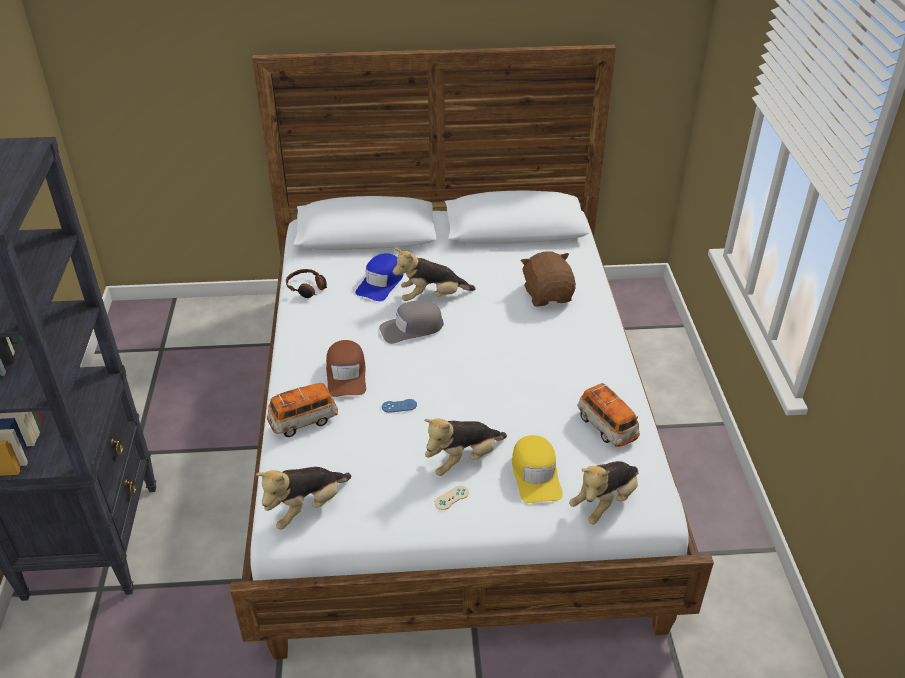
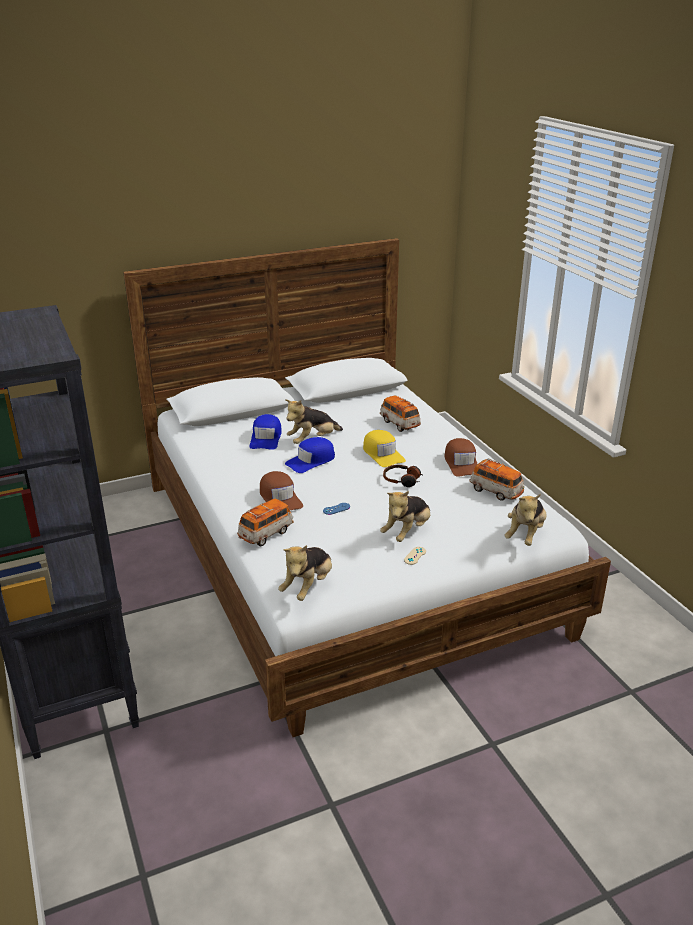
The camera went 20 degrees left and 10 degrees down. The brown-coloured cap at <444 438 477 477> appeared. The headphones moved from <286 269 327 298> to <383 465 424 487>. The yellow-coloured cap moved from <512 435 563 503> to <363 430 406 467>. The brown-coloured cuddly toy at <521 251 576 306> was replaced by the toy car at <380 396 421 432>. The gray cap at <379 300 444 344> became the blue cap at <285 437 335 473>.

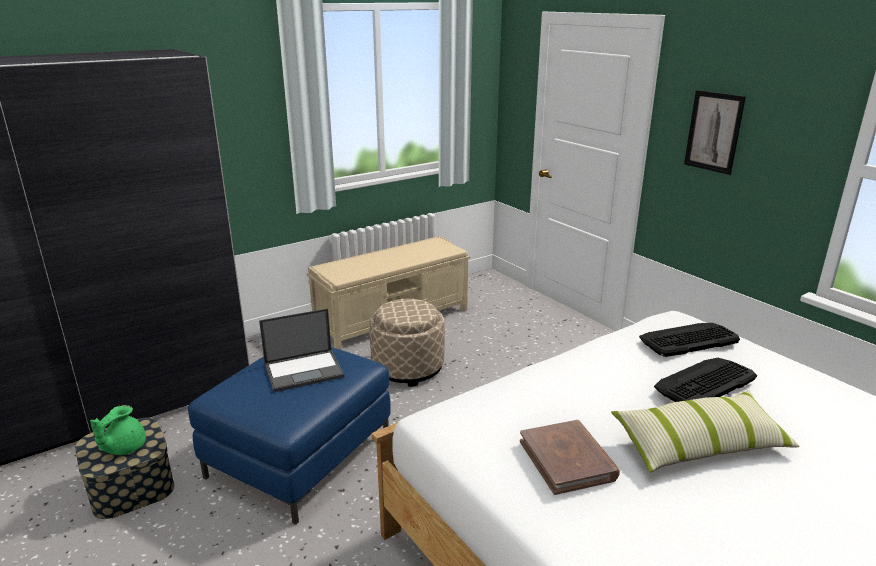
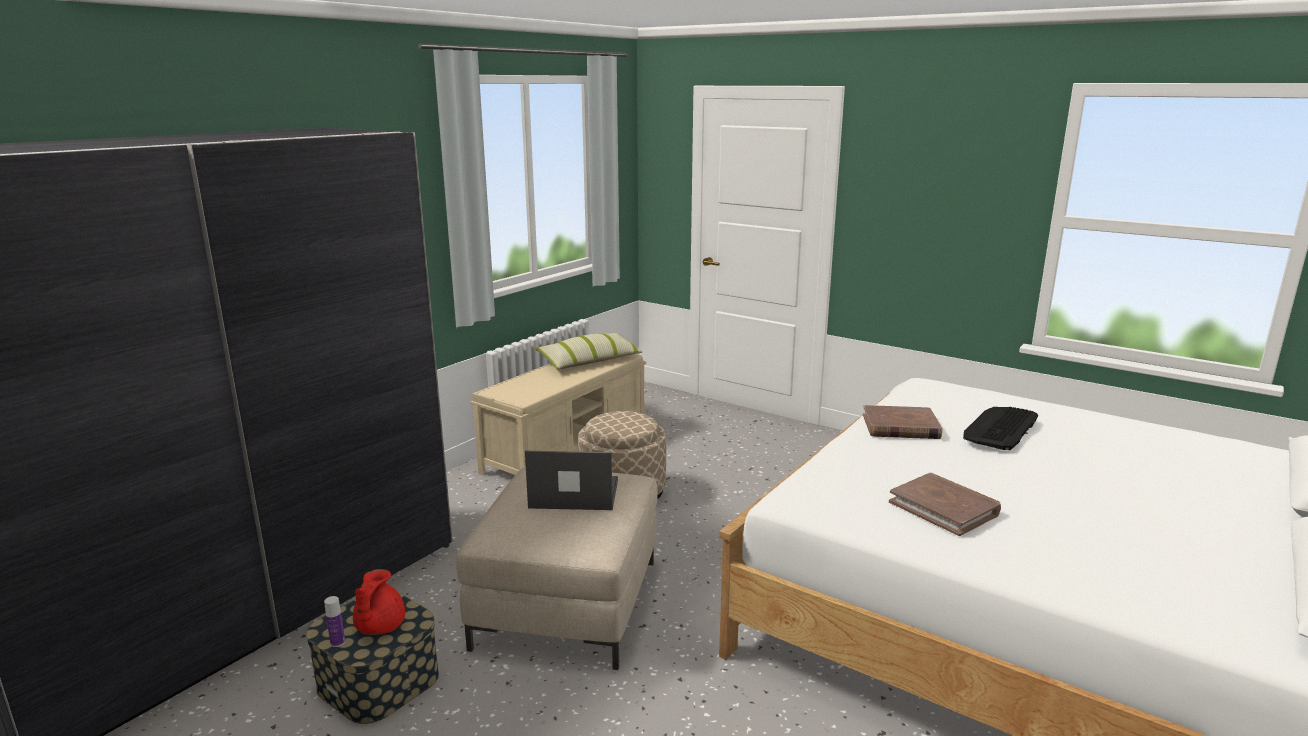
The camera went 20 degrees left and 5 degrees down. The keyboard at <639 323 740 357> disappeared. The wall art at <684 90 746 175> disappeared. The beverage bottle at <324 596 345 647> appeared. The brown-coloured volume at <863 405 942 439> appeared. The pillow moved from <611 390 800 473> to <534 332 643 370>. The green tea pot at <90 405 146 455> became the red-coloured tea pot at <353 569 405 635>. The blue ottoman at <188 347 391 525> became the beige ottoman at <456 467 658 670>. The notebook computer at <259 308 344 392> turned 135 degrees counterclockwise.

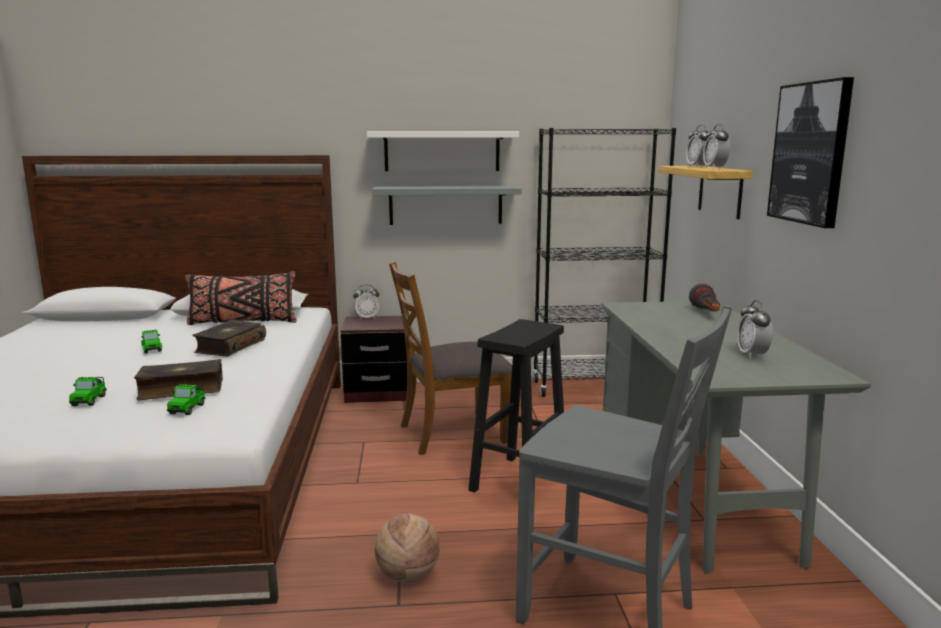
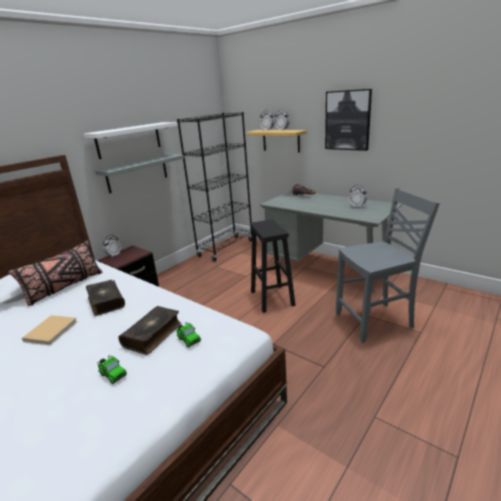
The camera went 45 degrees left and 10 degrees up. The basketball at <375 514 440 582> disappeared. The brown-coloured plain chair at <389 261 512 455> disappeared. The toy car at <141 330 162 353> was replaced by the beige volume at <22 315 78 345>.

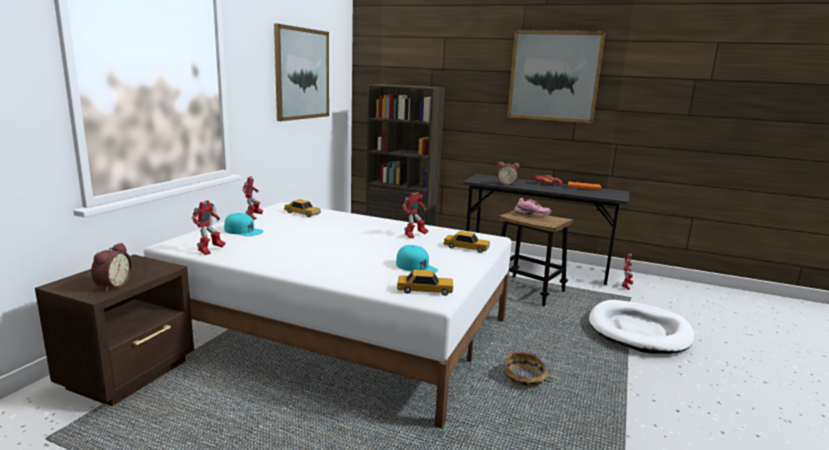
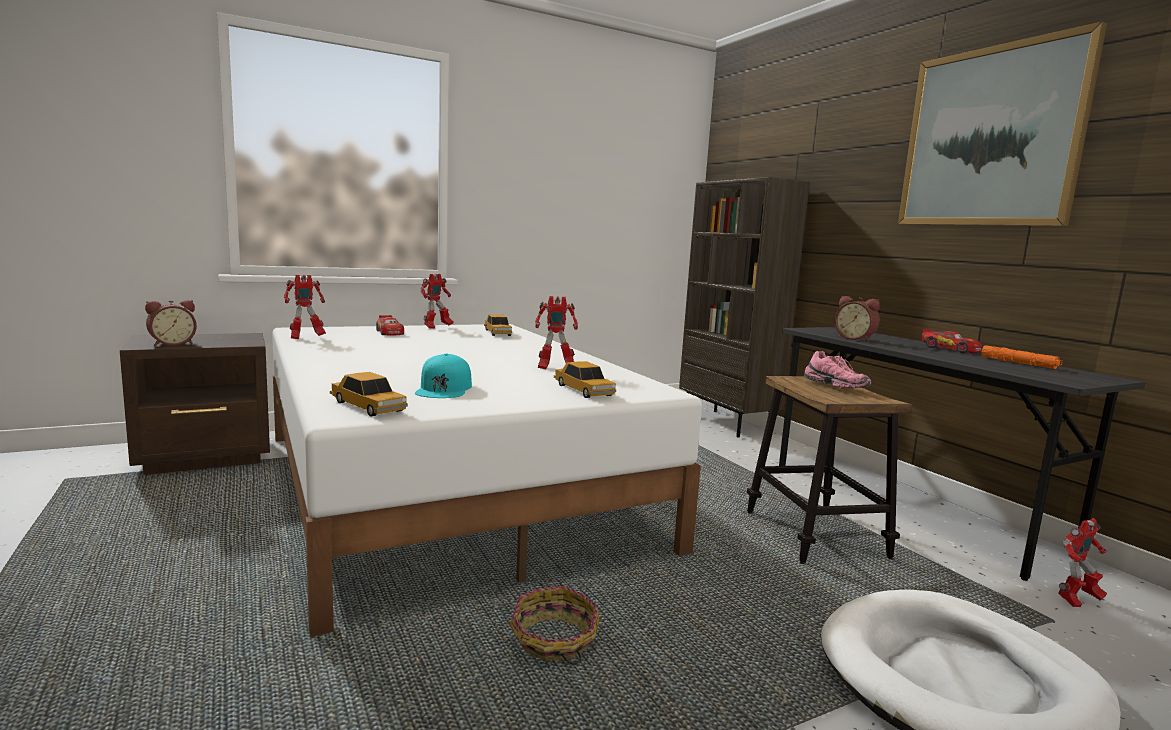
The camera went 40 degrees right and 5 degrees down. The wall art at <274 24 329 121> disappeared. The turquoise-coloured cap at <224 213 264 236> was replaced by the toy car at <376 315 404 335>.

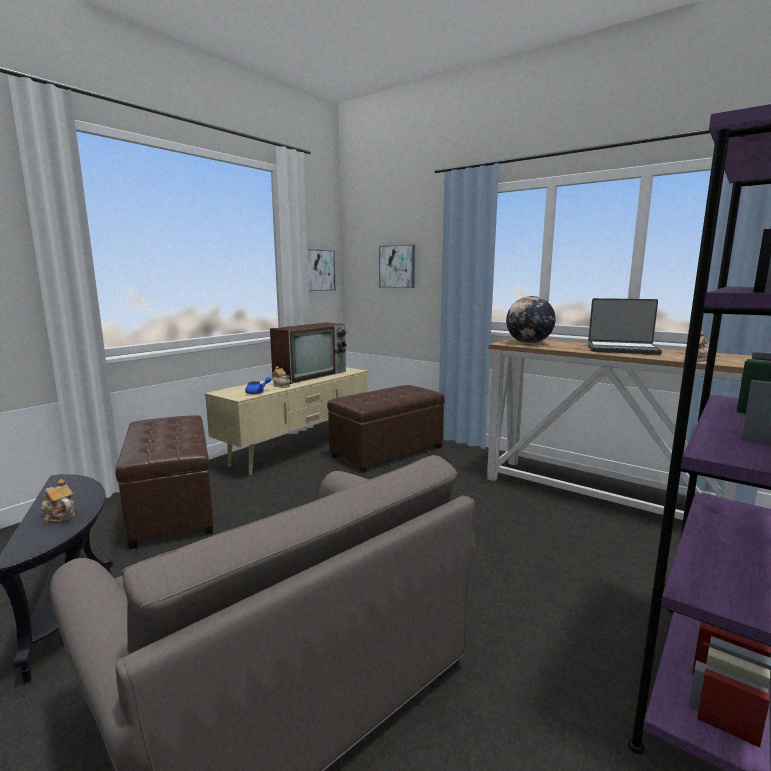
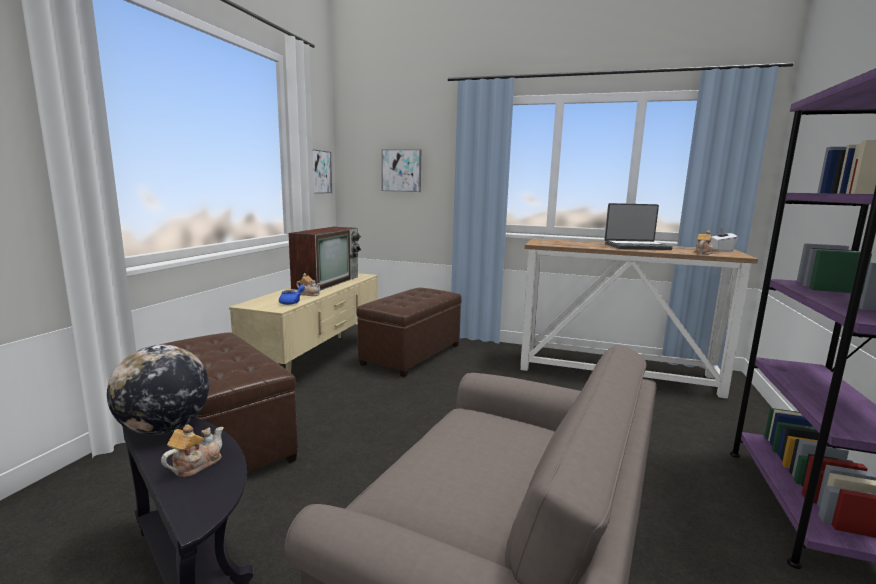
The camera went 20 degrees left and 0 degrees up. The white box of tissues at <711 228 738 252> appeared. The desk globe moved from <506 296 556 344> to <107 345 209 435>. The tea pot at <41 479 75 522> turned 105 degrees clockwise.

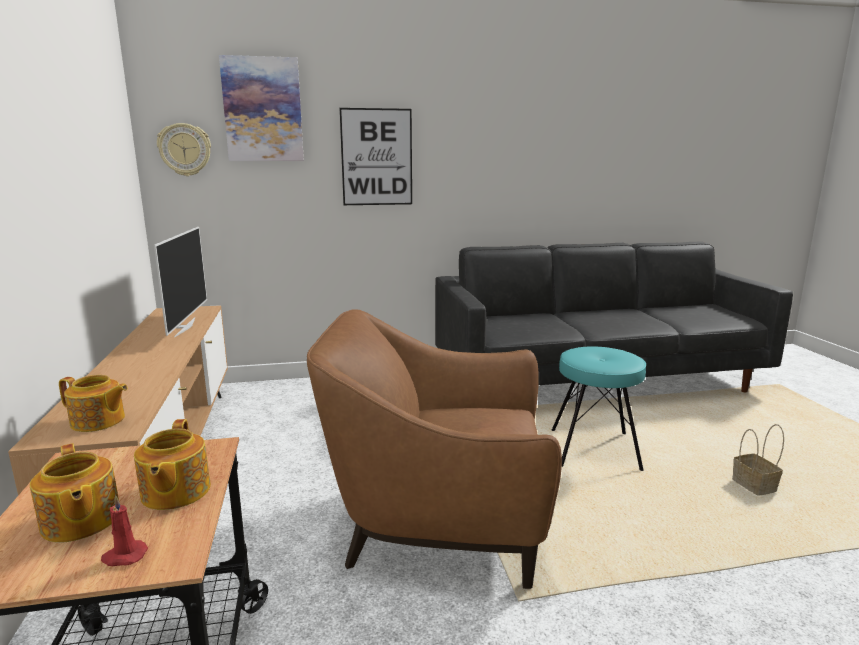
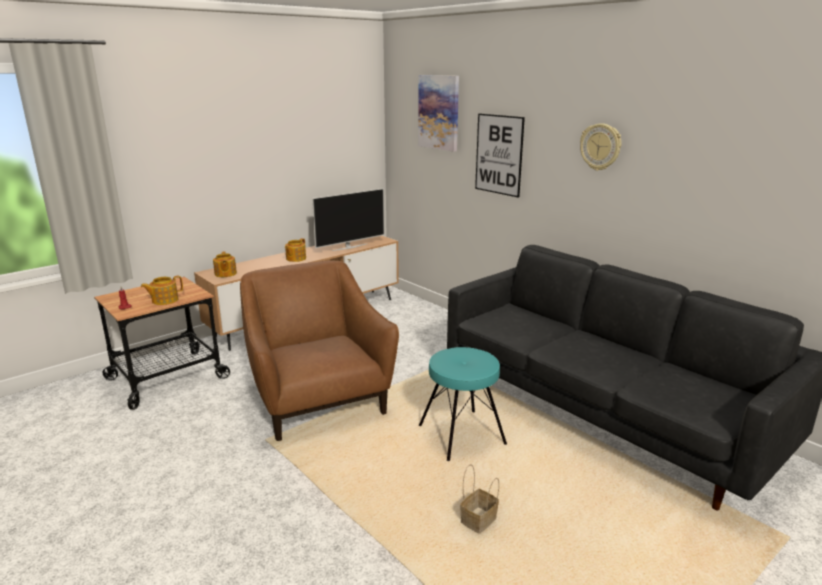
The camera went 60 degrees right and 5 degrees up. The tea pot moved from <30 443 119 543> to <285 238 306 262>. The clock on the wall moved from <157 123 211 176> to <580 123 621 171>.

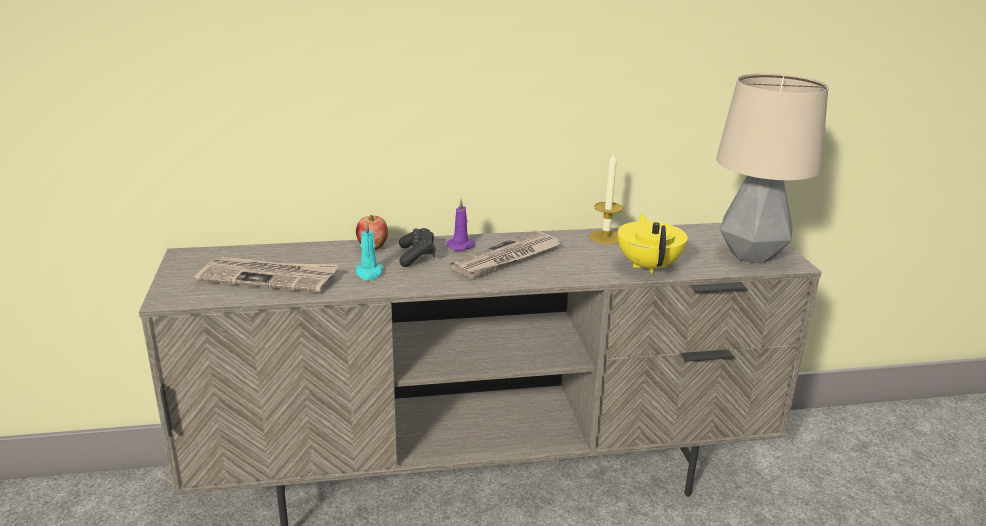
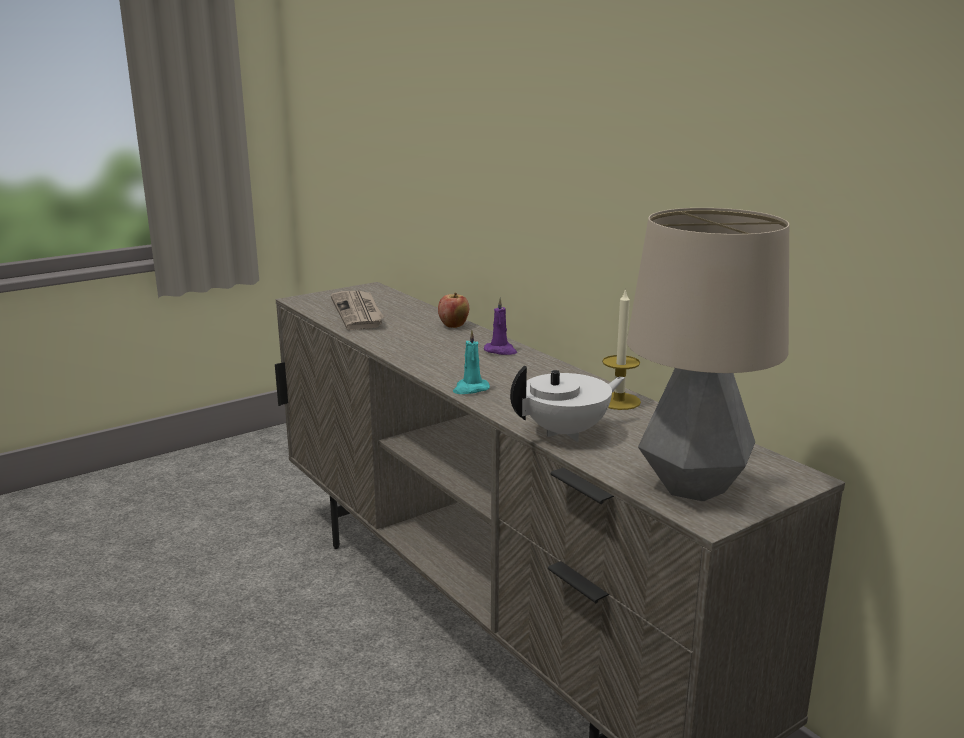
The camera went 65 degrees right and 5 degrees down. The blackish joypad at <399 228 436 267> disappeared. The printed paper at <450 230 561 279> disappeared. The turquoise-coloured wax light moved from <356 222 383 281> to <453 330 490 394>. The yellow-coloured tea pot at <618 214 688 274> became the white tea pot at <510 366 625 442>.

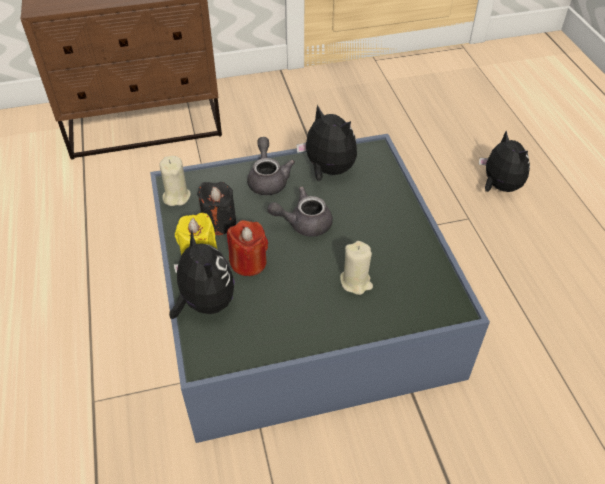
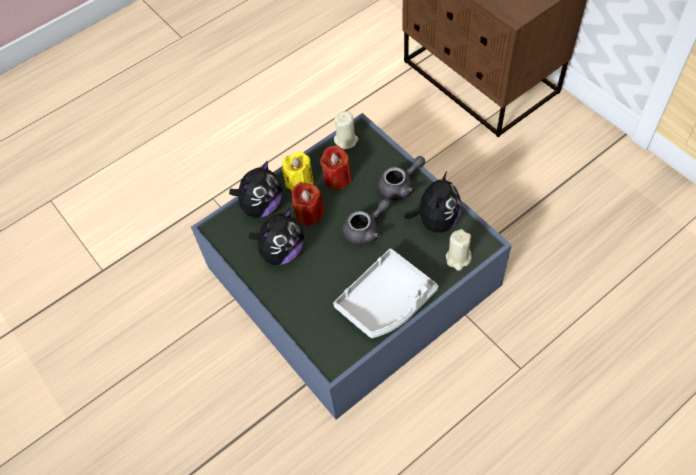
The camera went 70 degrees right and 10 degrees up. The gray tray at <333 249 438 338> appeared. The beige wax light moved from <340 241 373 295> to <446 229 472 271>. The cuddly toy moved from <479 130 530 192> to <249 208 304 265>. The blackish wax light at <197 182 236 235> became the red-coloured wax light at <320 146 351 190>. The gray tea pot at <267 187 333 237> turned 90 degrees clockwise.

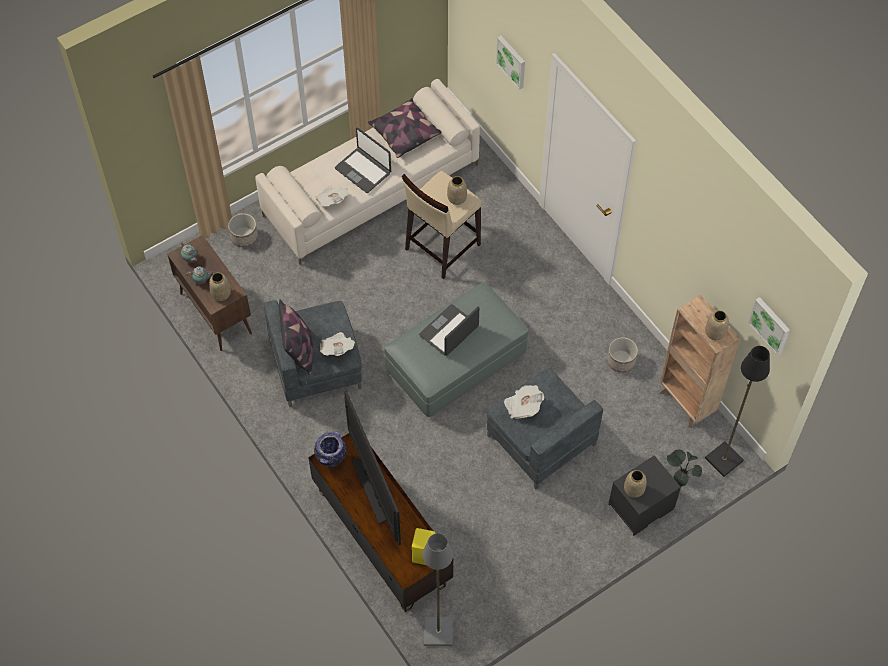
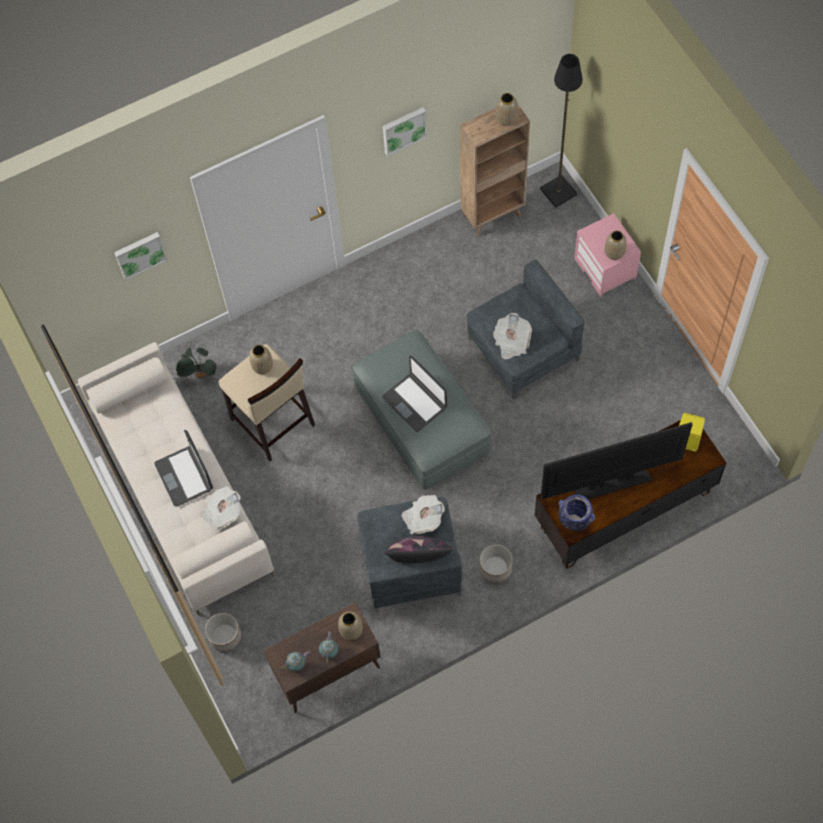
The camera went 80 degrees left and 5 degrees up. The pillow at <368 98 442 158> disappeared. The gray standard lamp at <422 533 453 646> disappeared. The flower pot moved from <607 337 638 373> to <479 544 513 583>. The plant in a pot moved from <667 450 702 486> to <176 348 216 379>. The wall art moved from <748 297 790 356> to <383 107 427 156>. The blackish nightstand at <609 455 681 536> became the pinkish nightstand at <575 213 641 297>. The notebook computer at <335 127 391 193> turned 105 degrees clockwise.

